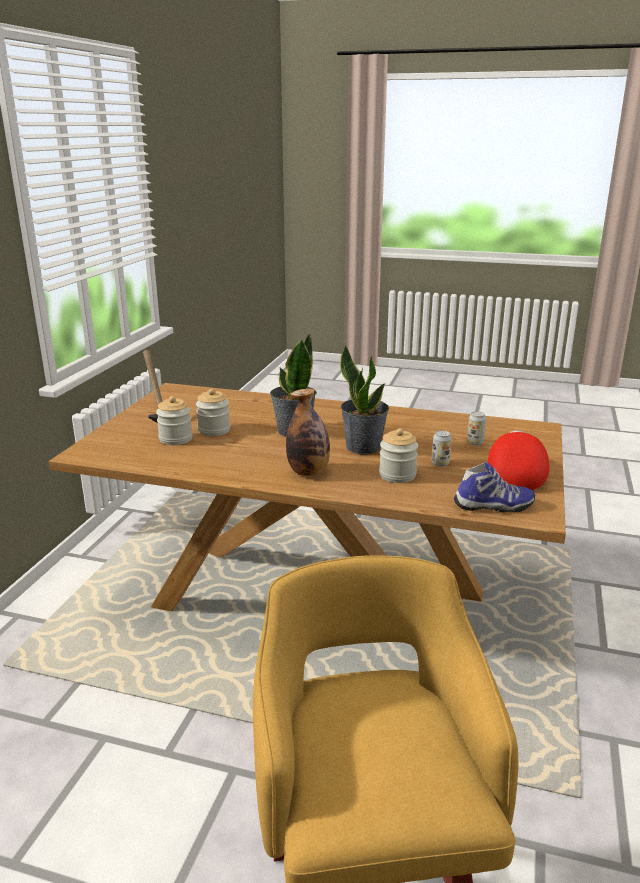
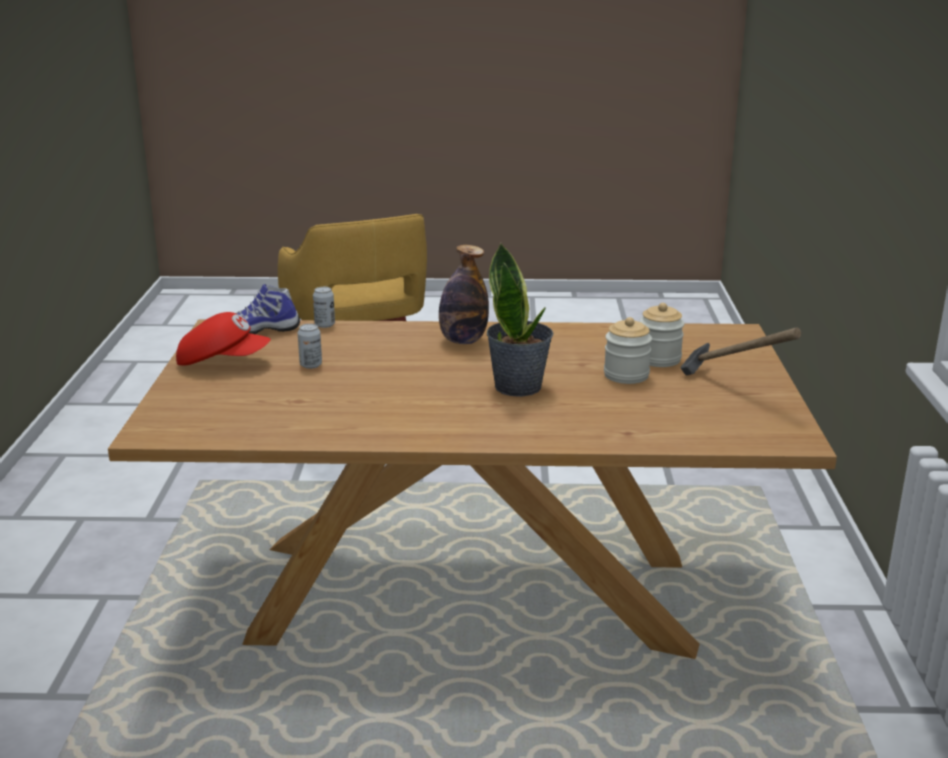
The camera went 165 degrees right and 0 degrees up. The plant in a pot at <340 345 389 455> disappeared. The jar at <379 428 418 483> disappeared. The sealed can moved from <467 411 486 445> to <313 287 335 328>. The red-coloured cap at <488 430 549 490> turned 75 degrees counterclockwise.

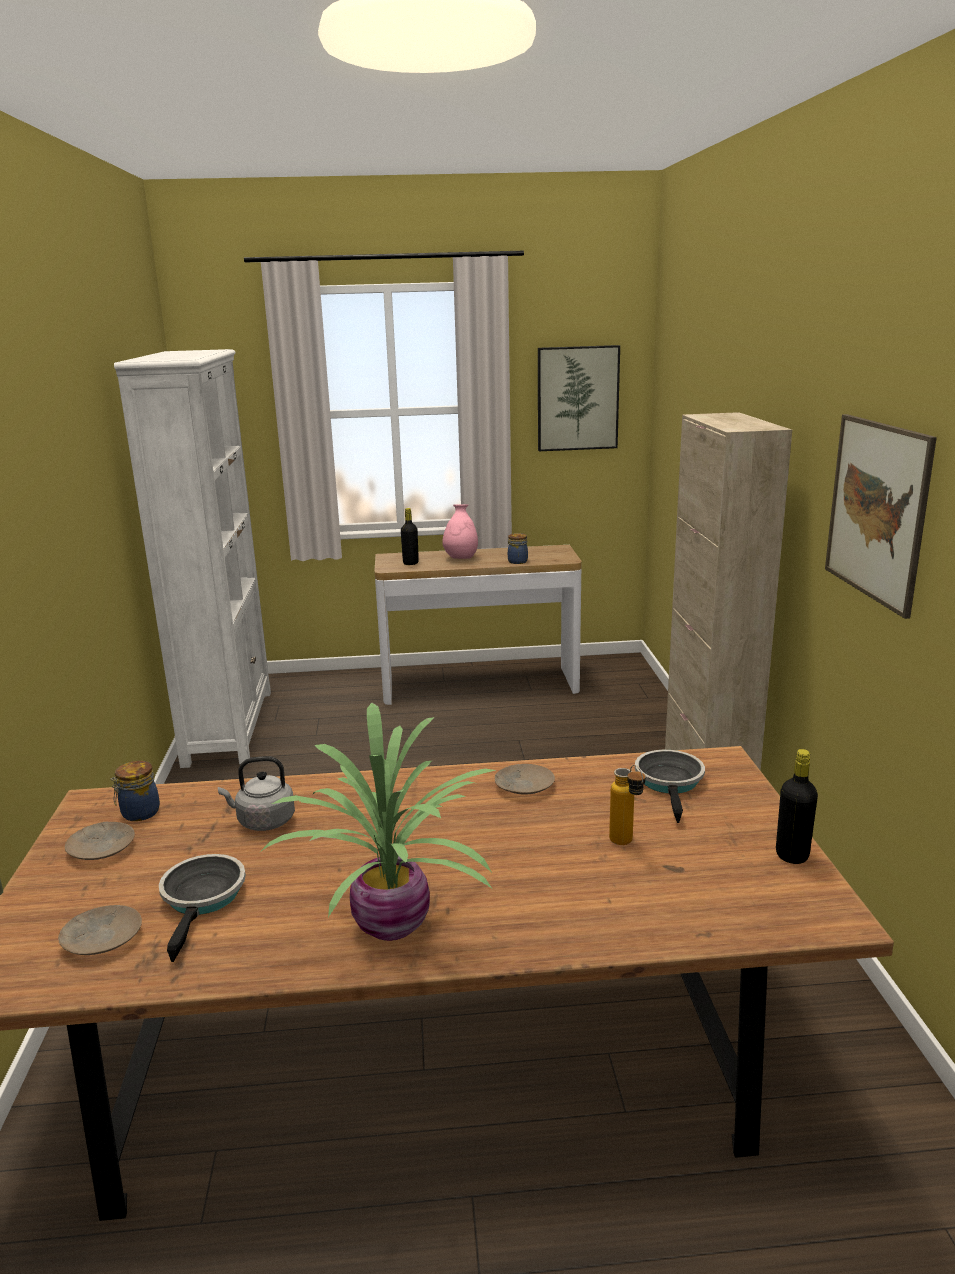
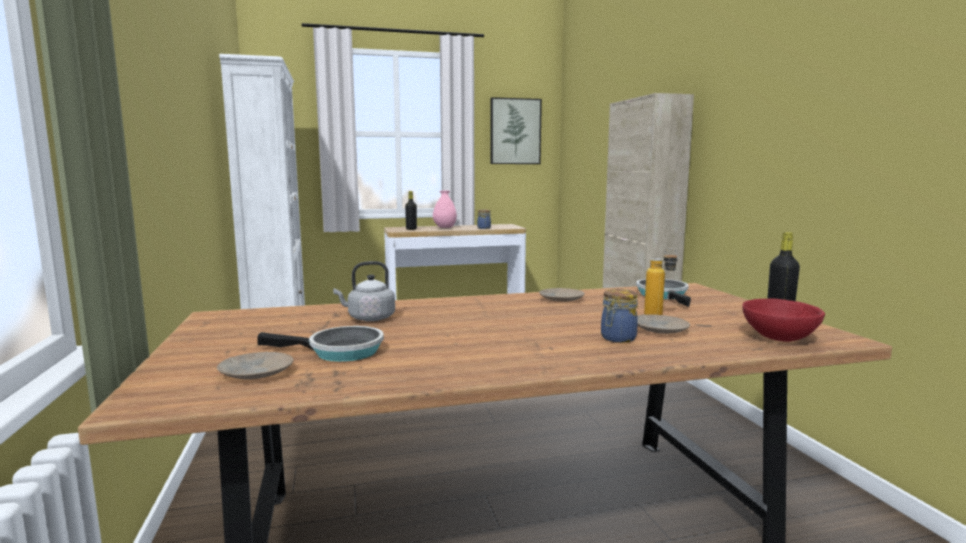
The camera went 10 degrees left and 10 degrees down. The plant in a pot at <260 703 495 941> disappeared. The wall art at <825 414 937 619> disappeared. The red-coloured serving bowl at <742 298 825 342> appeared. The beige flat dish moved from <65 822 135 860> to <637 314 690 334>. The jar moved from <110 761 160 821> to <601 289 638 343>. The frying pan at <159 854 246 962> turned 105 degrees clockwise.

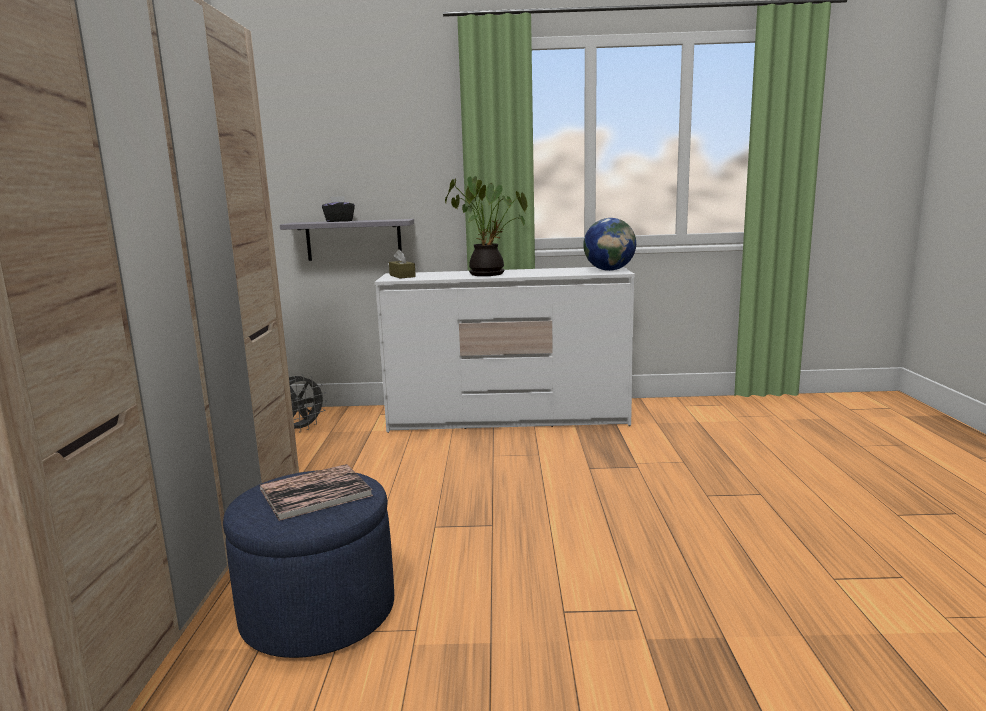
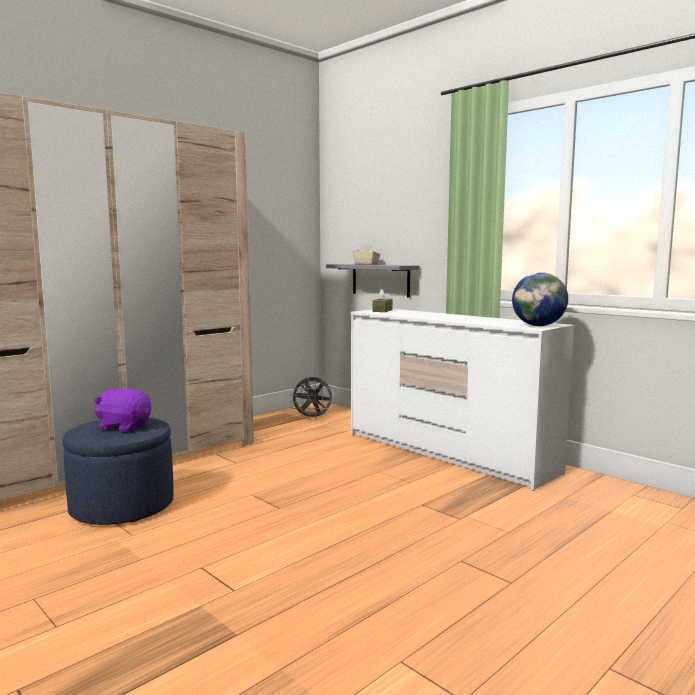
The camera went 45 degrees right and 5 degrees down. The plant in a pot at <445 176 527 276> disappeared. The volume at <260 464 373 521> was replaced by the purplish cuddly toy at <94 389 151 432>. The blackish box of tissues at <322 196 355 222> became the beige box of tissues at <352 245 380 265>.

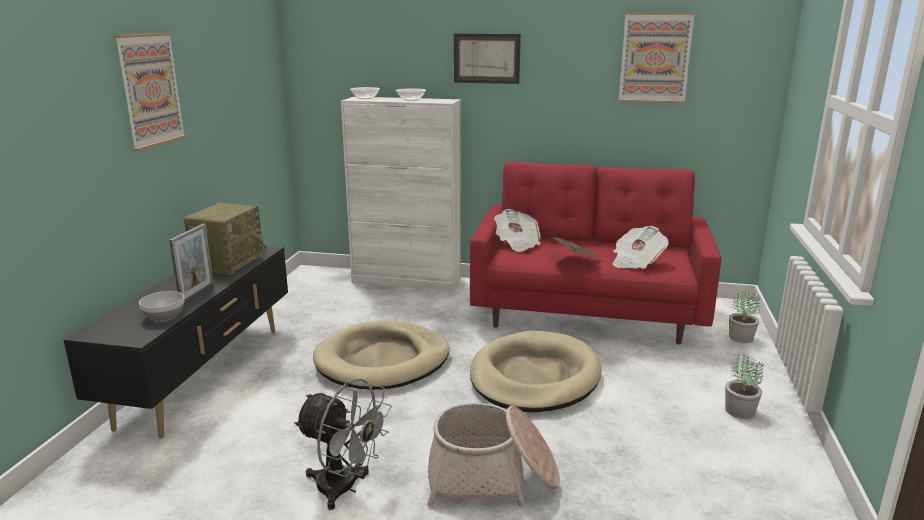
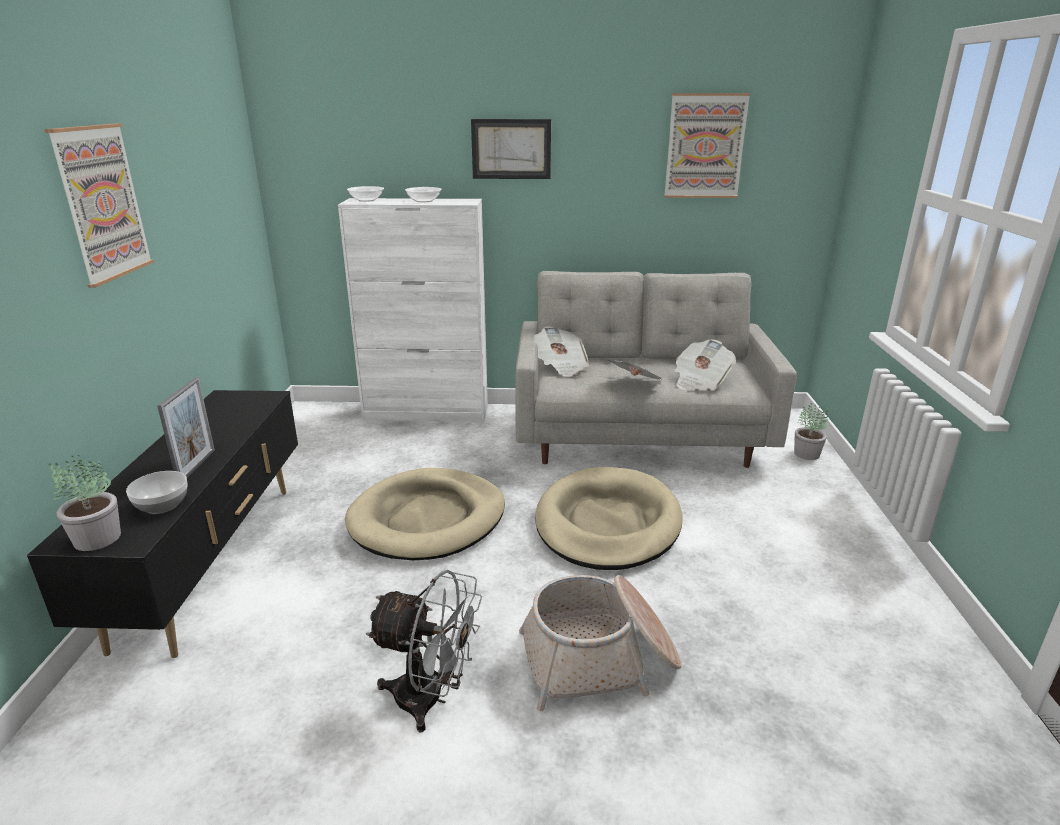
The camera went 10 degrees left and 5 degrees up. The radio at <184 203 266 275> disappeared. The plant in a pot moved from <725 355 764 419> to <48 455 121 551>. The red-coloured settee at <470 162 721 345> became the gray settee at <515 271 797 468>.

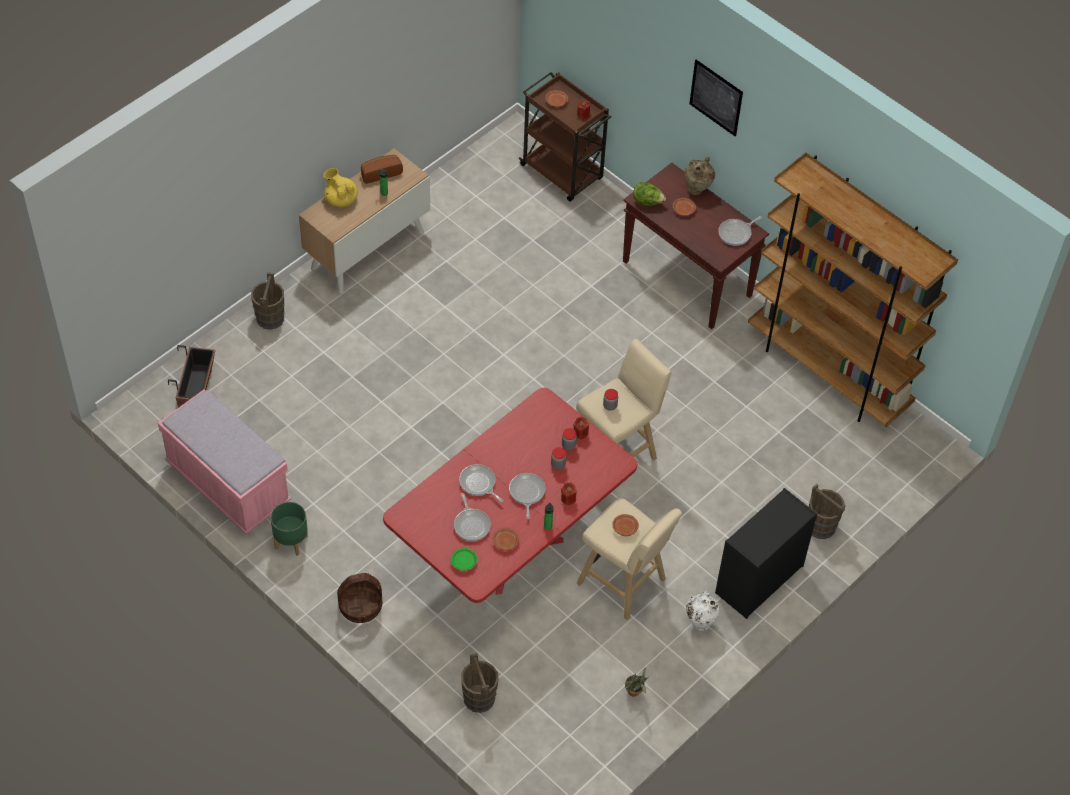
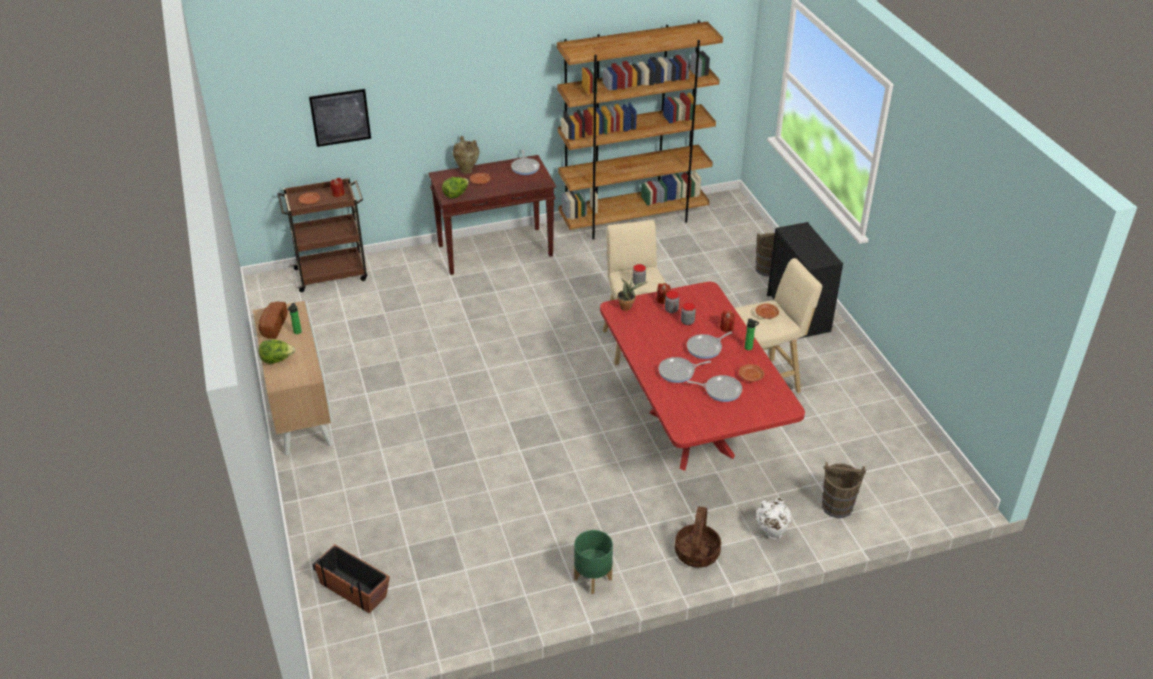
The camera went 60 degrees left and 15 degrees down. The pinkish bench at <158 389 291 534> disappeared. The brown-coloured bucket at <251 272 285 330> disappeared. The green flat dish at <451 548 478 571> disappeared. The plant in a pot moved from <625 668 649 697> to <617 278 647 311>. The white decorative vase moved from <686 591 720 631> to <756 498 791 540>. The wall art moved from <689 60 743 136> to <309 89 371 147>. The yellow-coloured tea pot at <323 168 358 207> was replaced by the lettuce at <259 339 295 364>. The frying pan at <509 473 546 519> turned 60 degrees counterclockwise.

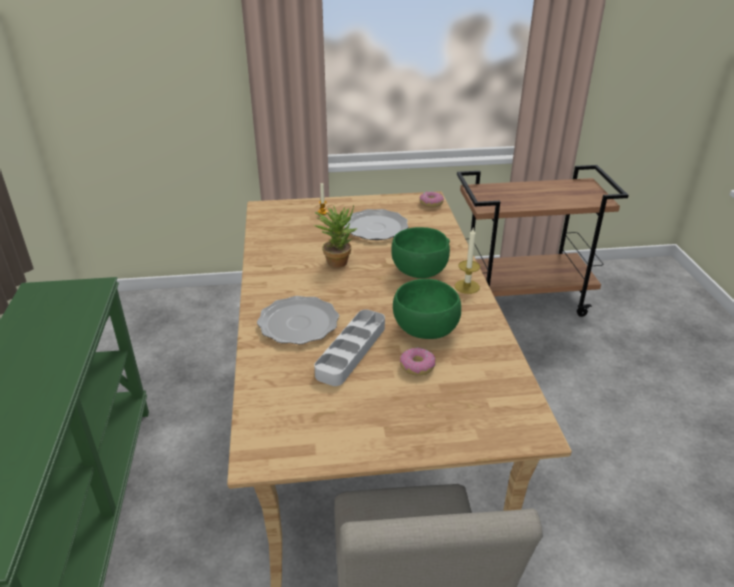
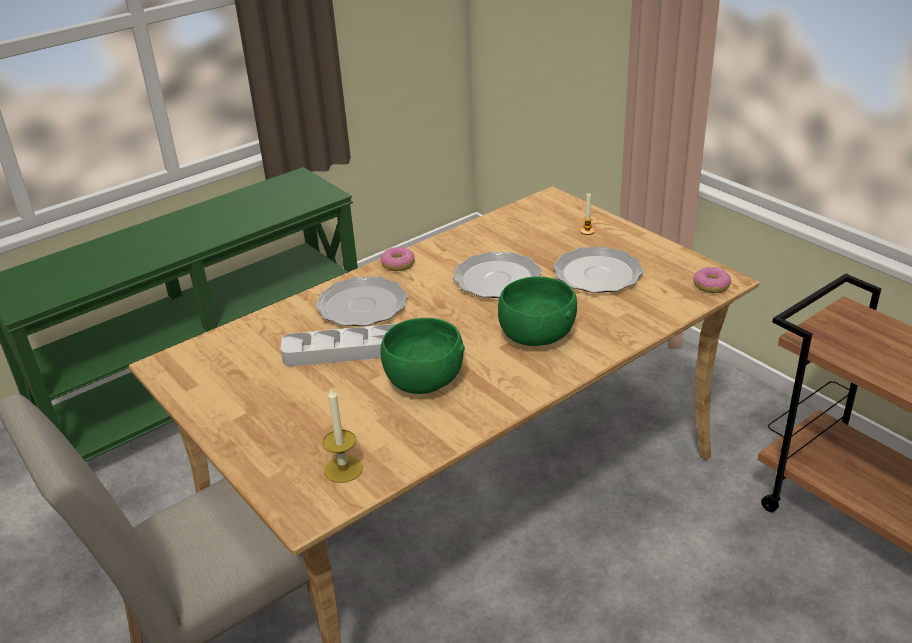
The camera went 60 degrees right and 0 degrees up. The ring doughnut moved from <400 348 436 376> to <381 247 415 271>. The wax light moved from <455 228 480 294> to <323 387 363 483>. The plant in a pot at <314 205 357 268> was replaced by the flat dish at <453 252 542 298>.

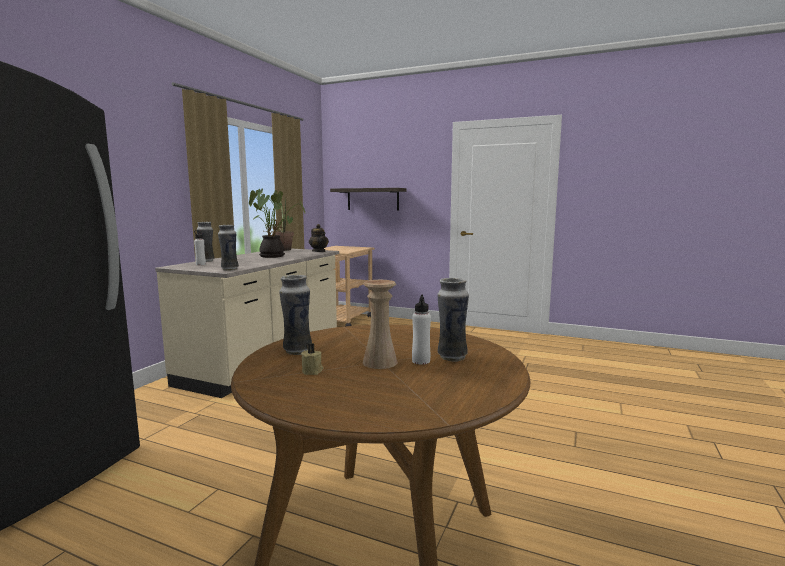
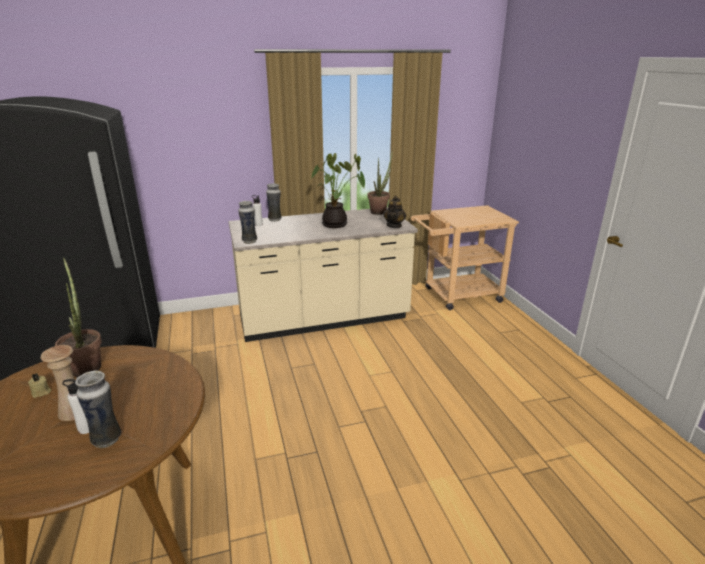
The camera went 50 degrees right and 15 degrees up. The shelf at <330 188 407 210> disappeared. The decorative vase at <279 275 312 355> was replaced by the plant in a pot at <55 258 102 377>.

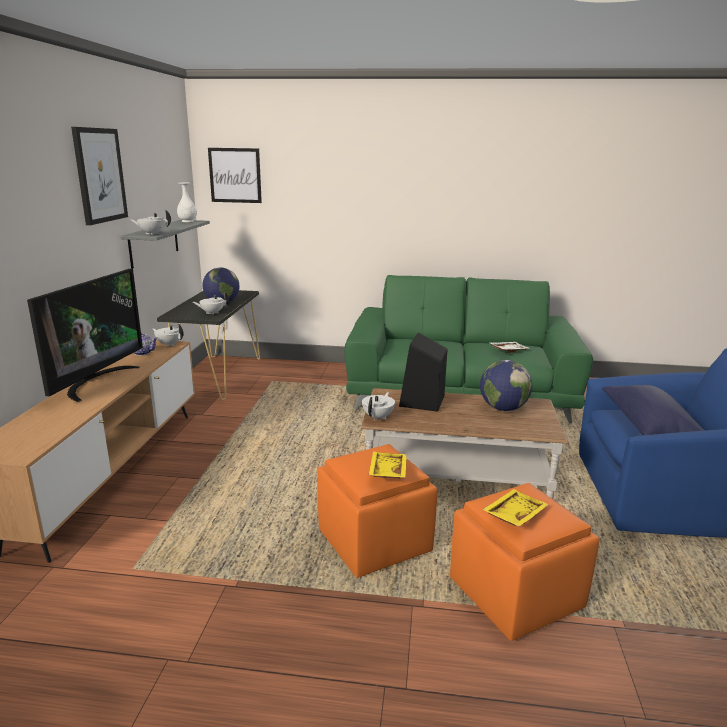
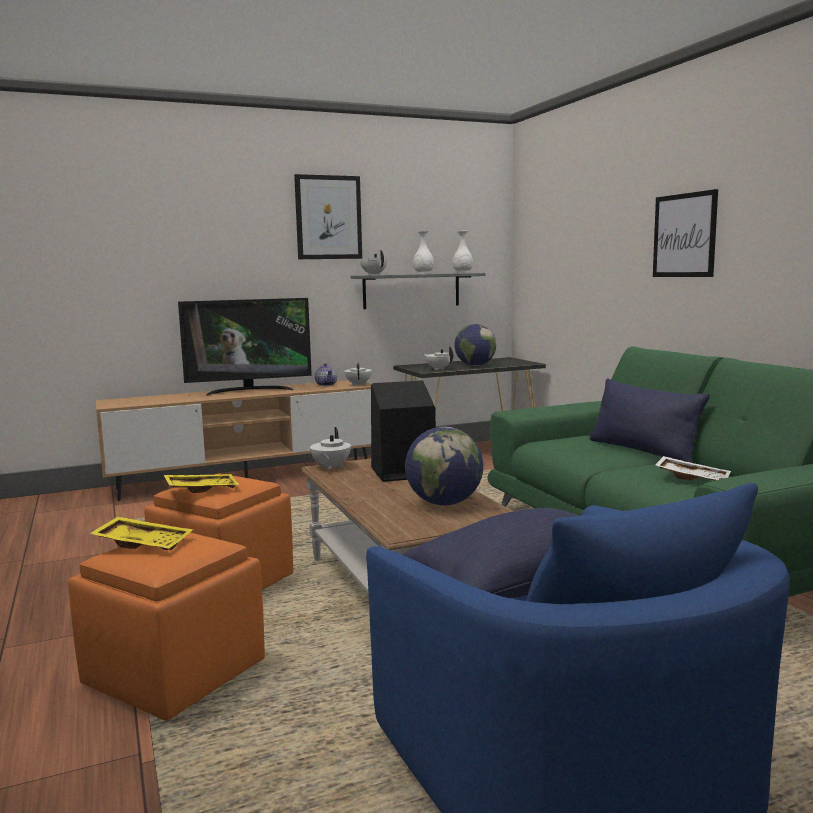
The camera went 60 degrees right and 10 degrees down. The white decorative vase at <413 231 434 274> appeared. The blue pillow at <590 378 710 463> appeared. The wall art moved from <208 148 262 203> to <653 189 718 277>. The white tea pot at <362 392 395 421> turned 105 degrees clockwise.

